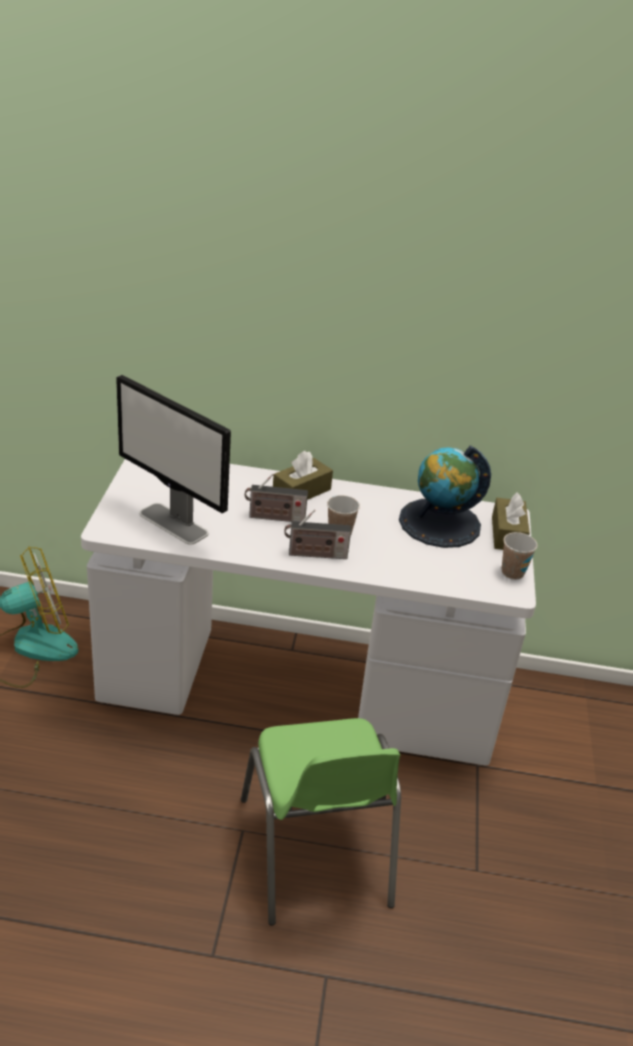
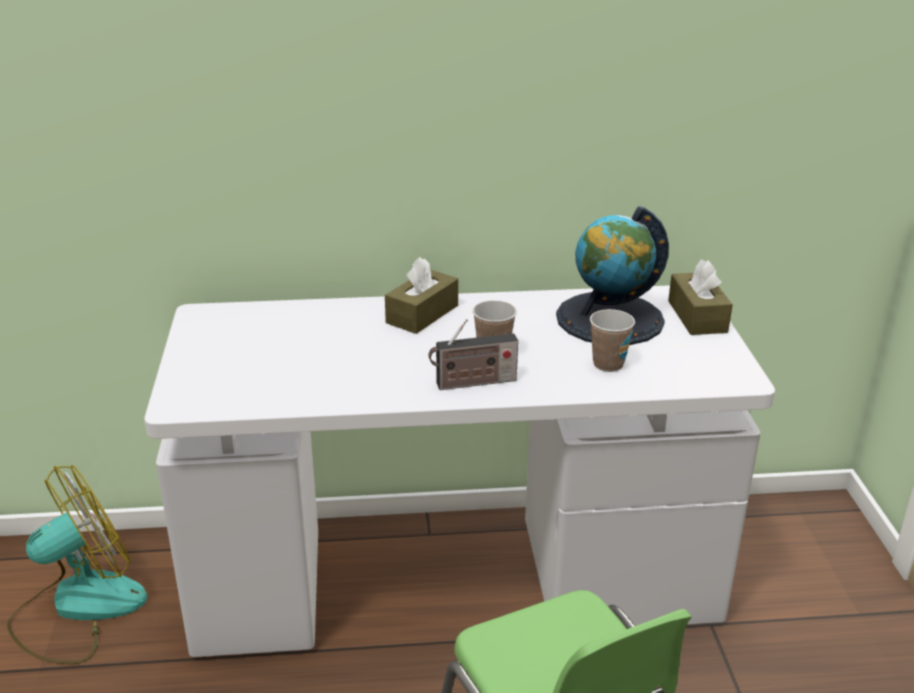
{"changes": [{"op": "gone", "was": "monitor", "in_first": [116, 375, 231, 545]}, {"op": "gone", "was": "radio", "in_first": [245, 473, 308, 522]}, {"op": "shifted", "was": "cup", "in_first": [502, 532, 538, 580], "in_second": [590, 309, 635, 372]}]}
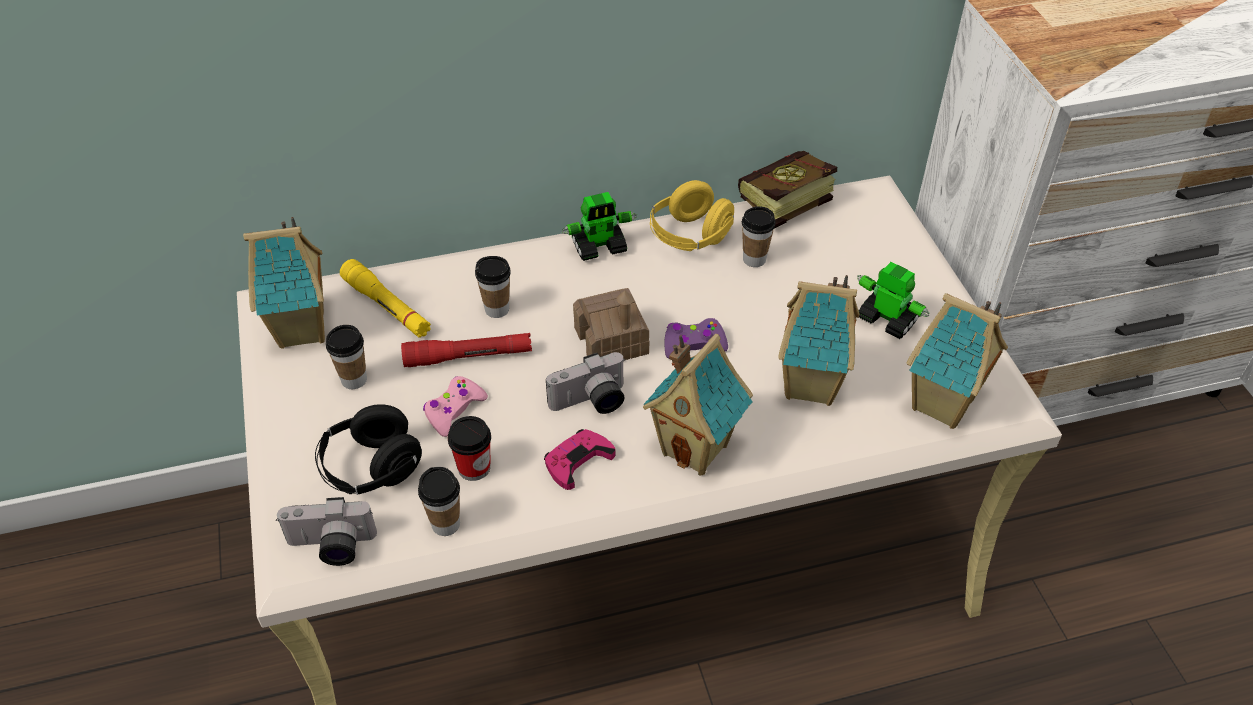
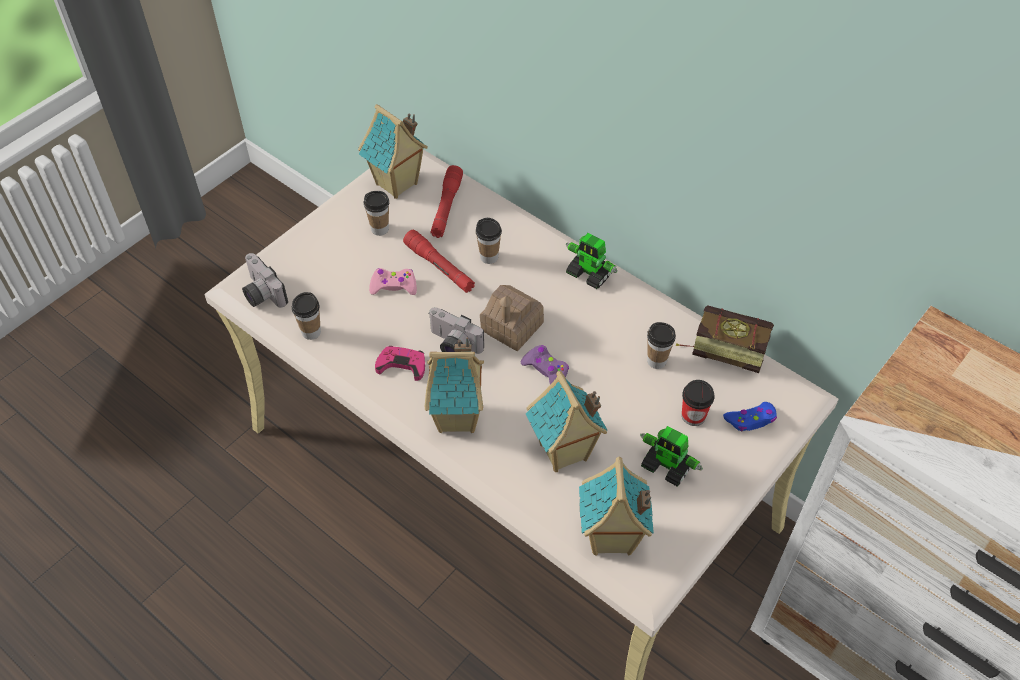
{"changes": [{"op": "gone", "was": "headphones in black", "in_first": [315, 404, 422, 495]}, {"op": "repainted", "was": "flashlight in yellow", "now": "flashlight in red", "in_first": [340, 259, 431, 338], "in_second": [431, 165, 463, 238]}, {"op": "shifted", "was": "cup", "in_first": [448, 416, 491, 481], "in_second": [682, 380, 715, 426]}, {"op": "gone", "was": "headphones in yellow", "in_first": [650, 180, 734, 251]}, {"op": "rotated", "was": "toy robot", "in_first": [857, 262, 930, 339], "in_second": [640, 426, 703, 487], "clockwise": 120}, {"op": "new", "now": "game controller in blue", "in_second": [723, 402, 777, 431]}]}
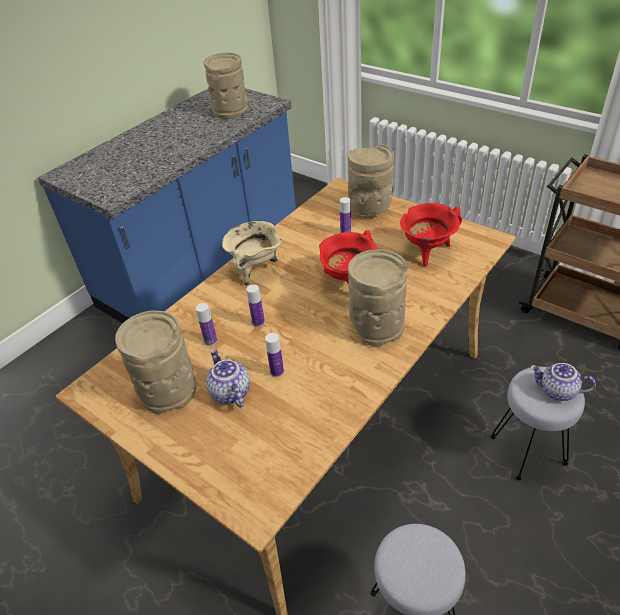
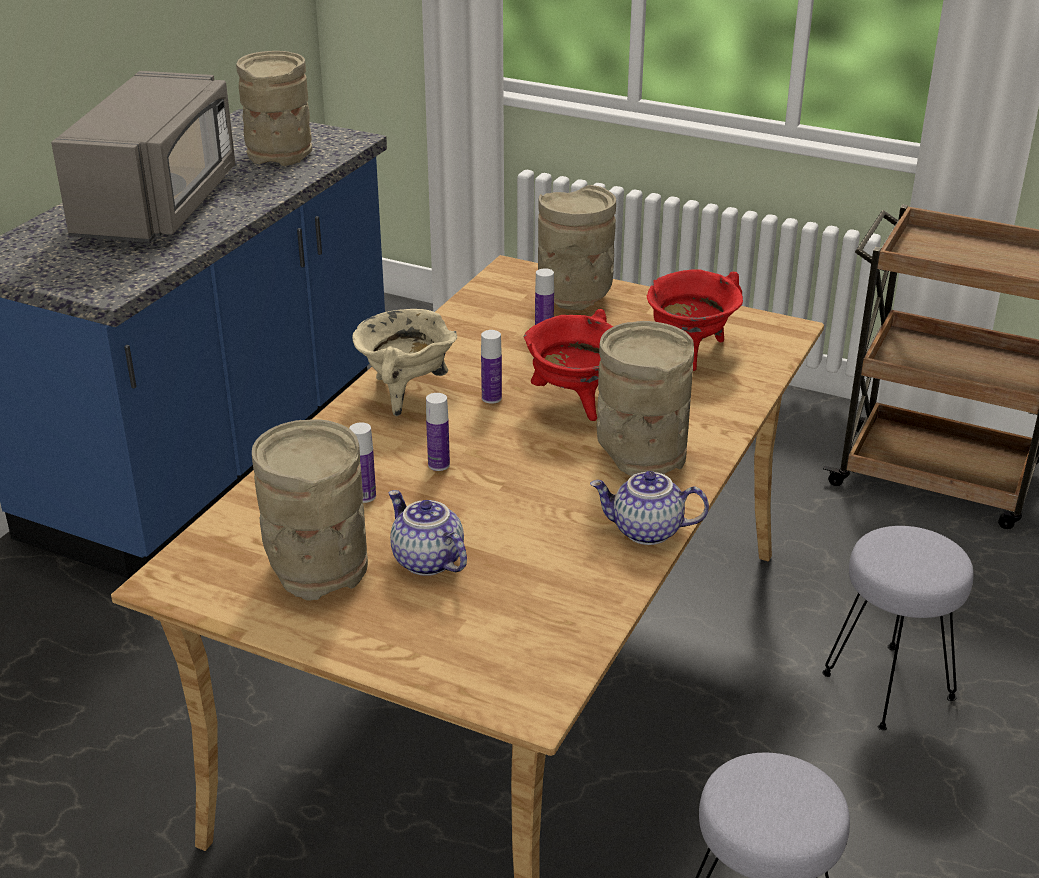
{"changes": [{"op": "shifted", "was": "bottle", "in_first": [265, 333, 284, 377], "in_second": [481, 330, 502, 404]}, {"op": "shifted", "was": "teapot", "in_first": [530, 363, 596, 401], "in_second": [590, 471, 709, 545]}, {"op": "new", "now": "microwave in grey", "in_second": [51, 71, 235, 243]}]}
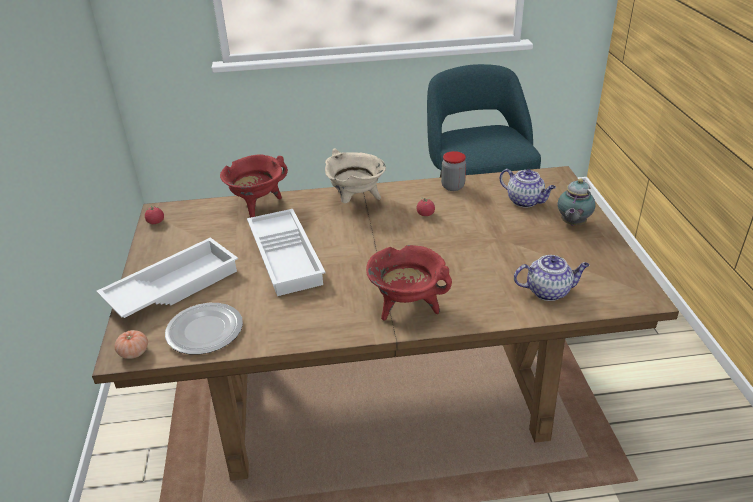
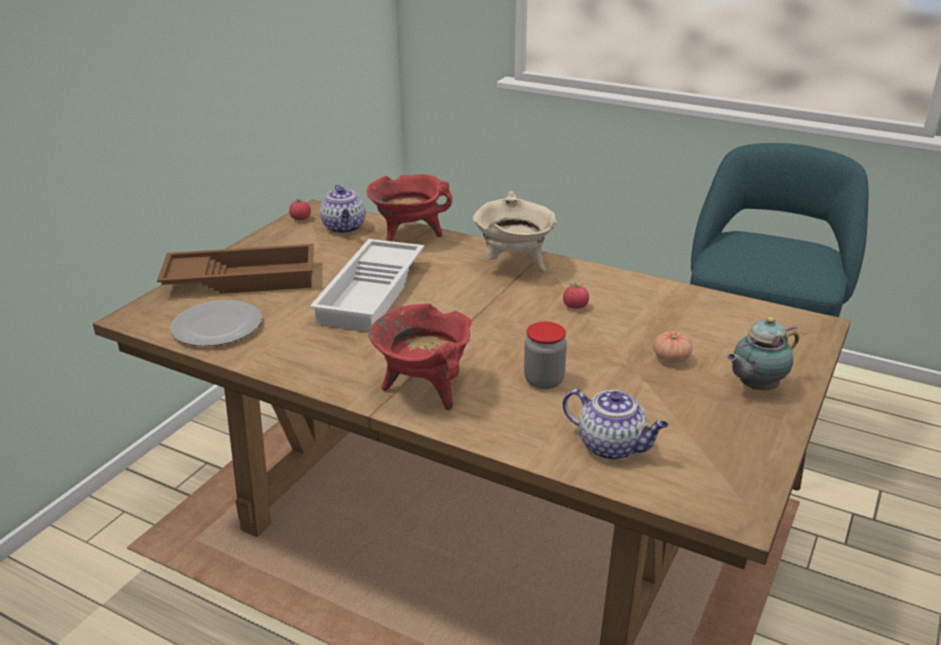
{"changes": [{"op": "repainted", "was": "tray in white", "now": "tray in brown", "in_first": [96, 237, 238, 318], "in_second": [157, 244, 314, 294]}, {"op": "shifted", "was": "tomato", "in_first": [115, 330, 148, 359], "in_second": [653, 331, 693, 363]}, {"op": "shifted", "was": "jar", "in_first": [441, 151, 466, 191], "in_second": [524, 322, 567, 389]}, {"op": "shifted", "was": "teapot", "in_first": [500, 169, 556, 208], "in_second": [320, 184, 365, 234]}]}
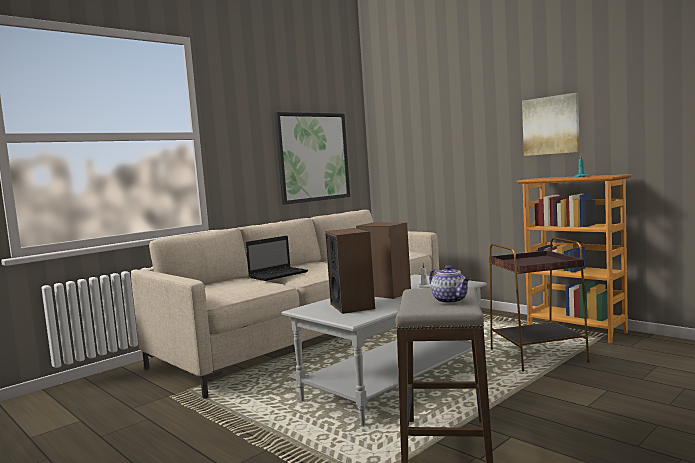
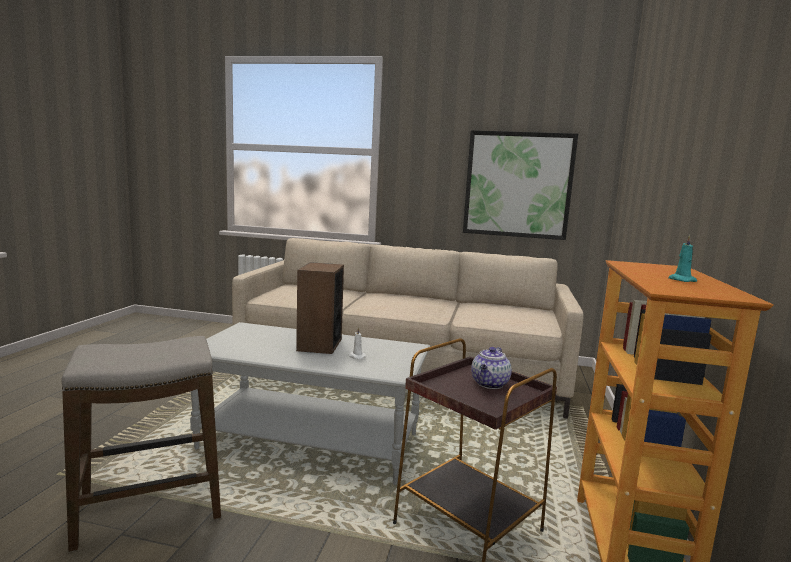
{"changes": [{"op": "gone", "was": "laptop", "in_first": [246, 236, 308, 281]}, {"op": "gone", "was": "speaker", "in_first": [325, 228, 375, 314]}, {"op": "shifted", "was": "teapot", "in_first": [429, 265, 470, 303], "in_second": [471, 347, 512, 389]}, {"op": "gone", "was": "picture", "in_first": [522, 93, 580, 156]}]}
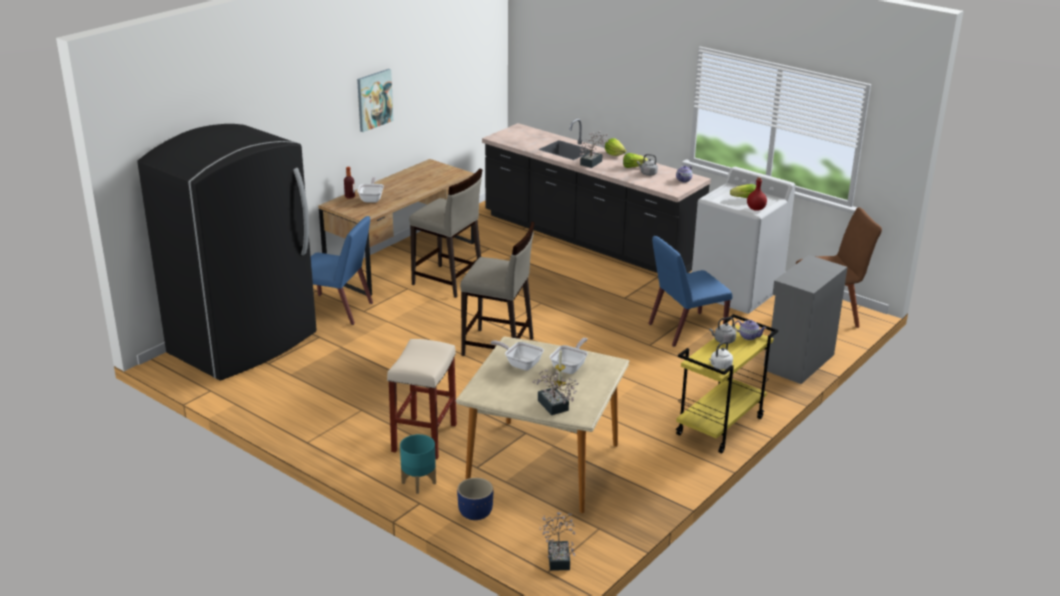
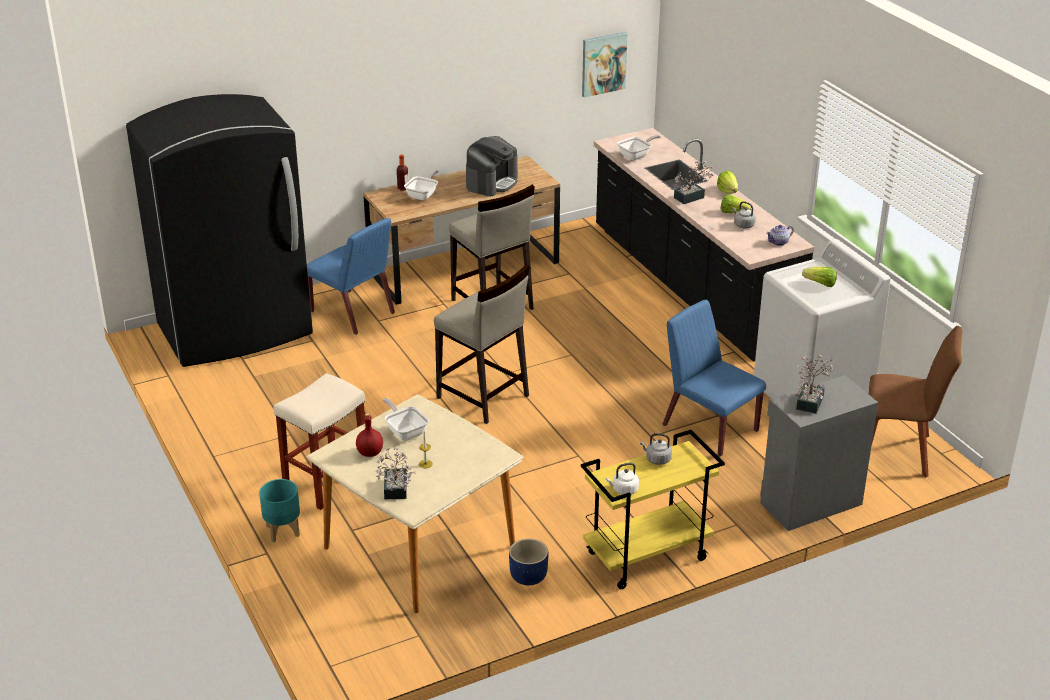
{"changes": [{"op": "shifted", "was": "picture", "in_first": [357, 69, 393, 132], "in_second": [582, 32, 628, 97]}, {"op": "shifted", "was": "planter in blue", "in_first": [457, 478, 493, 520], "in_second": [509, 539, 549, 585]}, {"op": "shifted", "was": "potted plant", "in_first": [539, 512, 576, 571], "in_second": [796, 355, 834, 414]}, {"op": "shifted", "was": "frying pan", "in_first": [549, 338, 588, 374], "in_second": [617, 135, 661, 160]}, {"op": "rotated", "was": "chair in blue", "in_first": [648, 236, 732, 347], "in_second": [662, 300, 766, 456], "clockwise": 45}, {"op": "gone", "was": "teapot", "in_first": [734, 320, 766, 340]}, {"op": "shifted", "was": "bottle in red", "in_first": [747, 177, 767, 211], "in_second": [356, 413, 383, 457]}, {"op": "new", "now": "coffee machine", "in_second": [466, 136, 518, 197]}]}
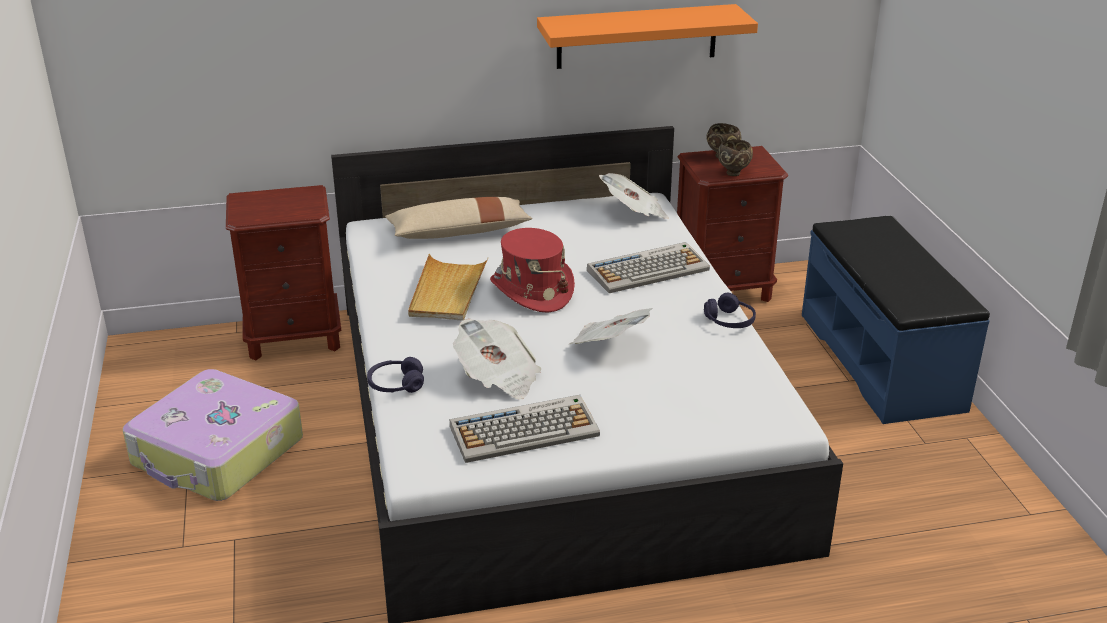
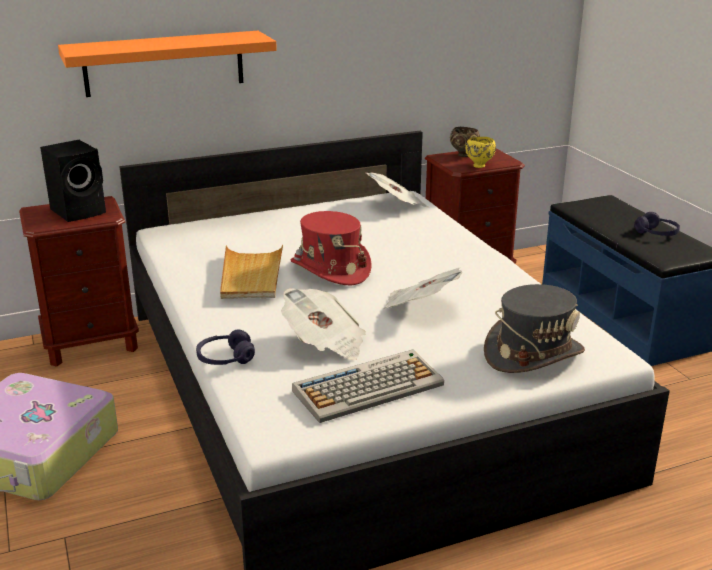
{"changes": [{"op": "gone", "was": "pillow in beige", "in_first": [385, 197, 533, 239]}, {"op": "shifted", "was": "shelf in orange", "in_first": [537, 4, 758, 69], "in_second": [58, 31, 277, 97]}, {"op": "gone", "was": "keyboard", "in_first": [587, 242, 710, 293]}, {"op": "shifted", "was": "headphones in purple", "in_first": [704, 293, 756, 328], "in_second": [634, 212, 680, 236]}, {"op": "repainted", "was": "bowl in brown", "now": "bowl in yellow", "in_first": [717, 140, 753, 176], "in_second": [465, 137, 496, 168]}, {"op": "new", "now": "speaker in black", "in_second": [40, 140, 106, 222]}, {"op": "new", "now": "hat in grey", "in_second": [484, 284, 585, 373]}]}
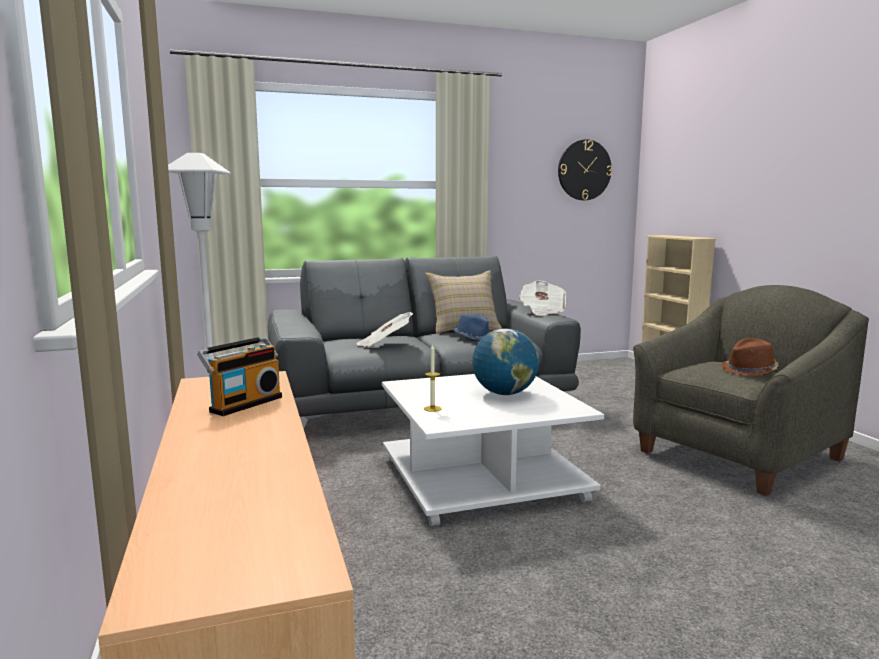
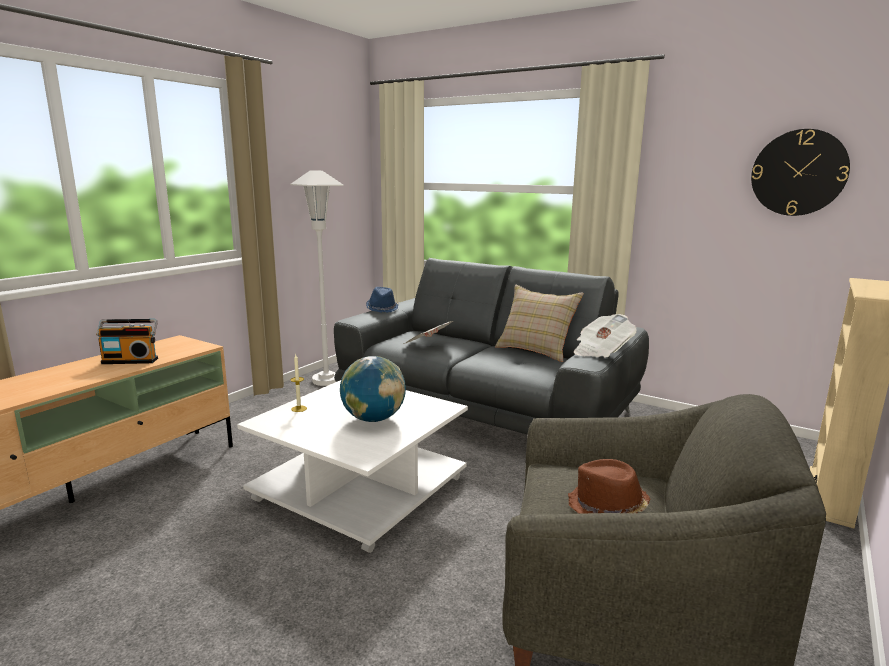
{"changes": [{"op": "shifted", "was": "hat in blue", "in_first": [453, 314, 489, 340], "in_second": [366, 287, 398, 313]}]}
